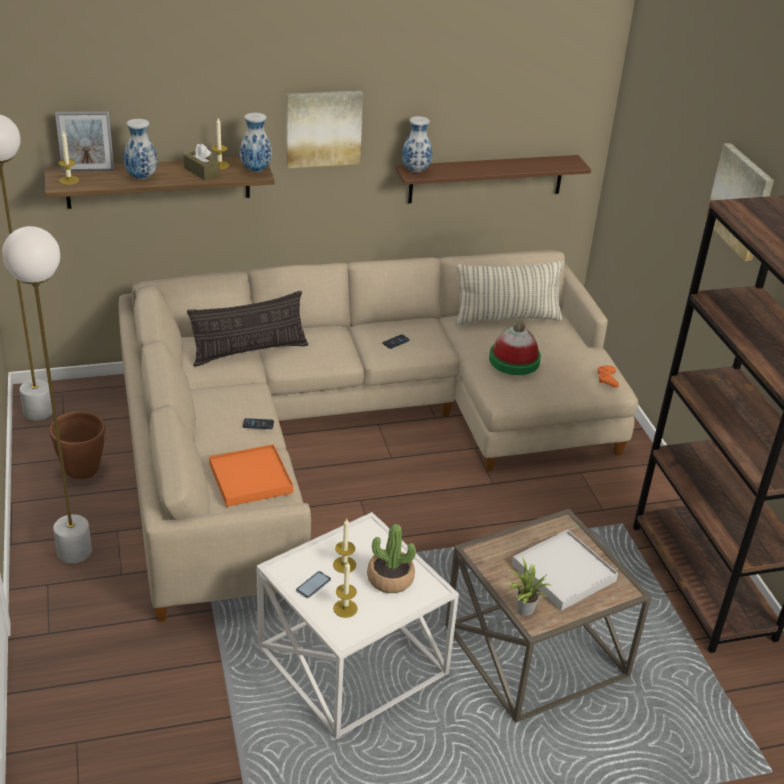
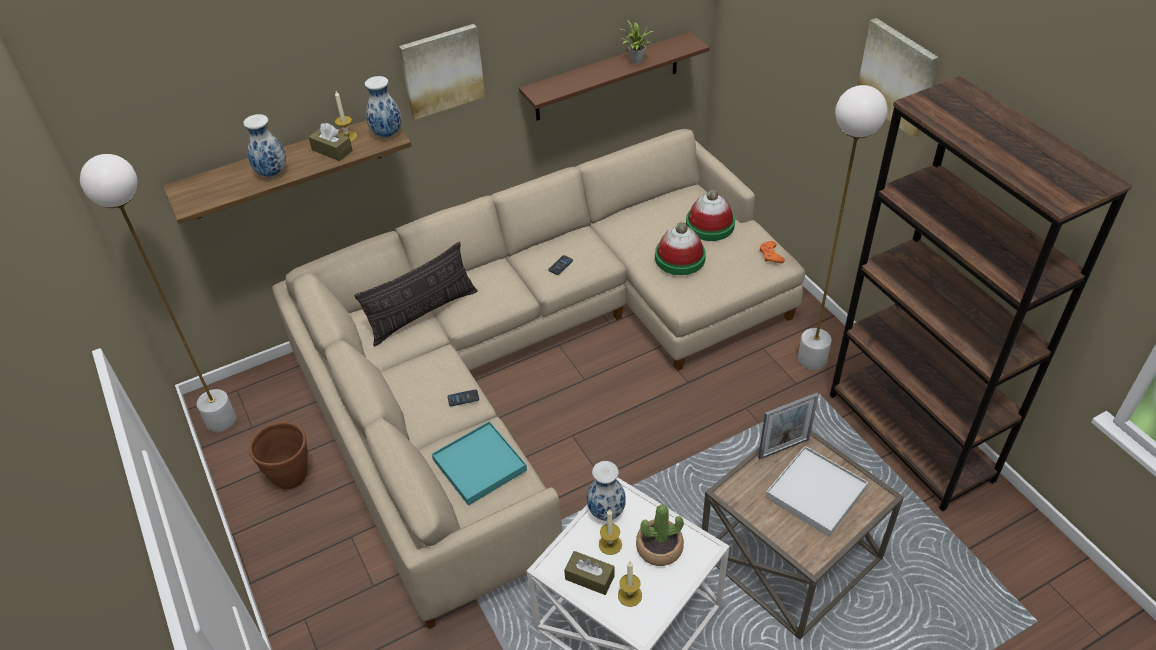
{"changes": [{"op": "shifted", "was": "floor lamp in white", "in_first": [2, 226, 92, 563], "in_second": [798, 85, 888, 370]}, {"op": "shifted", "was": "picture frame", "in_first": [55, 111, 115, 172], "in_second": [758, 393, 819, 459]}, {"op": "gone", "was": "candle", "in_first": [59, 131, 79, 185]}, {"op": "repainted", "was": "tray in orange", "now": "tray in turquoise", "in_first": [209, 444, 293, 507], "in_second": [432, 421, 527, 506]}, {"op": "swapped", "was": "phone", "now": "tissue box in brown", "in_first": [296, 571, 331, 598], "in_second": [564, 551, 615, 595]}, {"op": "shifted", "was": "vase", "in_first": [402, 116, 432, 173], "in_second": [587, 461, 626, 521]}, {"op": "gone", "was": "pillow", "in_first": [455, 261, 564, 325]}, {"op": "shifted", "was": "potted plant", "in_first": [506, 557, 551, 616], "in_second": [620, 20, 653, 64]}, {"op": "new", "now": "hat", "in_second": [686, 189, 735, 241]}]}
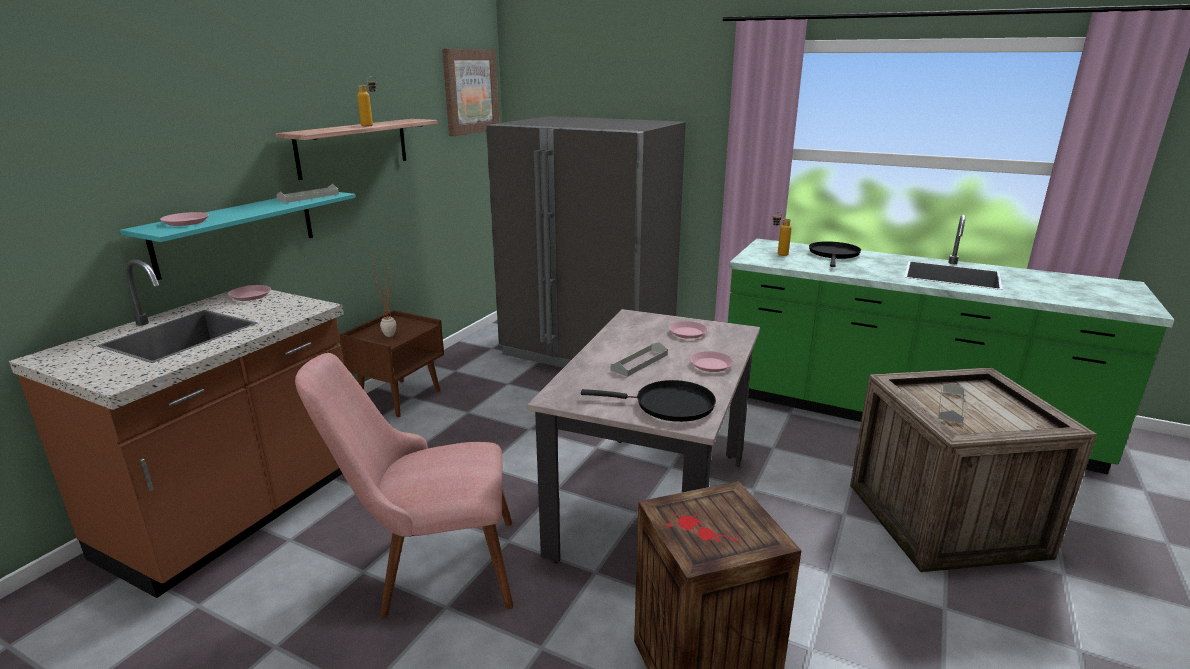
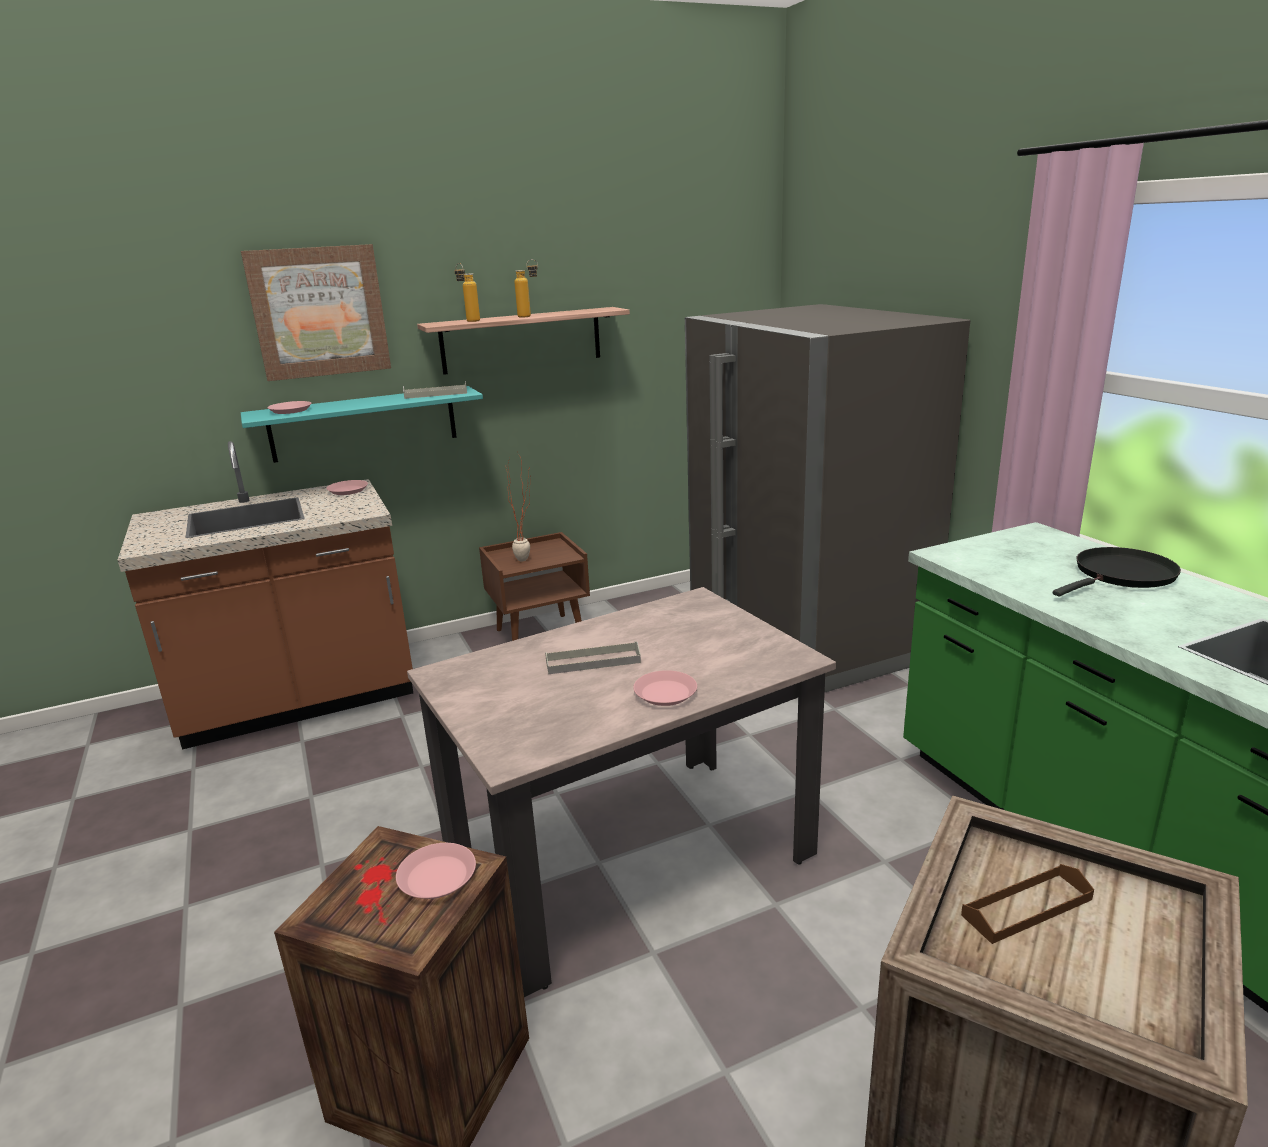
{"changes": [{"op": "gone", "was": "chair in pink", "in_first": [295, 353, 513, 618]}, {"op": "shifted", "was": "picture", "in_first": [442, 49, 499, 136], "in_second": [241, 244, 391, 381]}, {"op": "gone", "was": "frying pan in black", "in_first": [581, 380, 716, 422]}, {"op": "shifted", "was": "plate in pink", "in_first": [669, 321, 708, 339], "in_second": [396, 843, 476, 899]}, {"op": "shifted", "was": "bottle", "in_first": [772, 212, 791, 256], "in_second": [454, 263, 480, 322]}, {"op": "repainted", "was": "tray in grey", "now": "tray in brown", "in_first": [938, 383, 965, 424], "in_second": [961, 864, 1094, 944]}]}
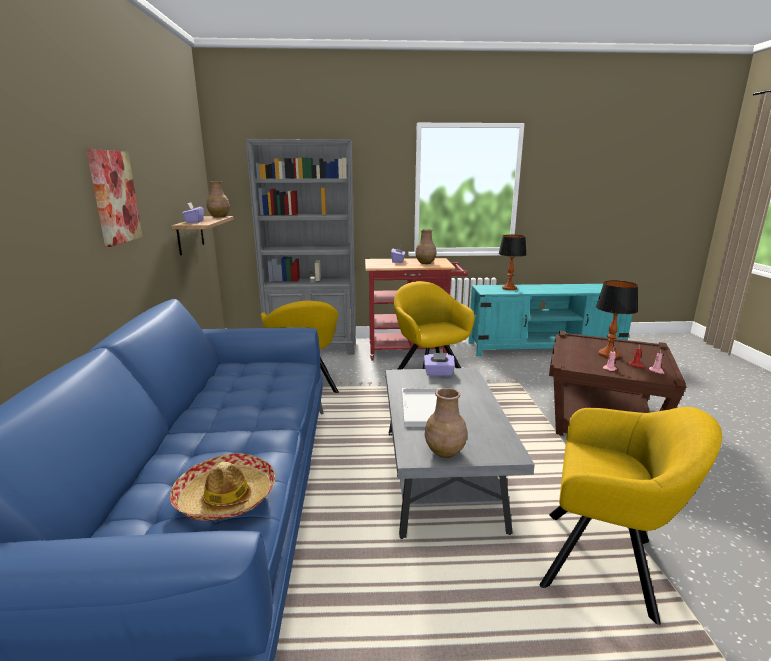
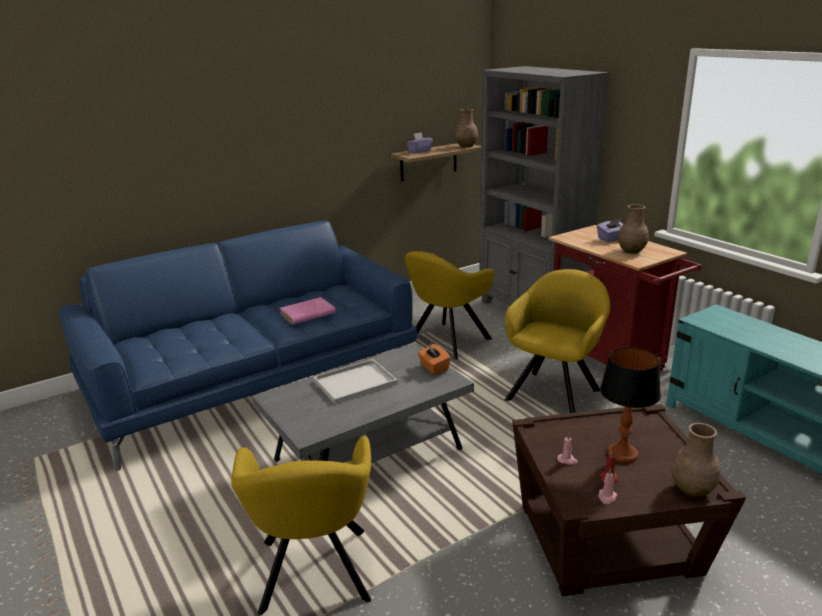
{"changes": [{"op": "gone", "was": "picture", "in_first": [86, 149, 142, 247]}, {"op": "gone", "was": "hat", "in_first": [170, 453, 275, 521]}, {"op": "repainted", "was": "tissue box in purple", "now": "tissue box in orange", "in_first": [424, 353, 455, 376], "in_second": [418, 344, 451, 375]}, {"op": "shifted", "was": "vase in brown", "in_first": [425, 388, 467, 458], "in_second": [671, 423, 721, 497]}, {"op": "gone", "was": "table lamp", "in_first": [498, 235, 527, 290]}, {"op": "new", "now": "book in pink", "in_second": [280, 297, 336, 325]}]}
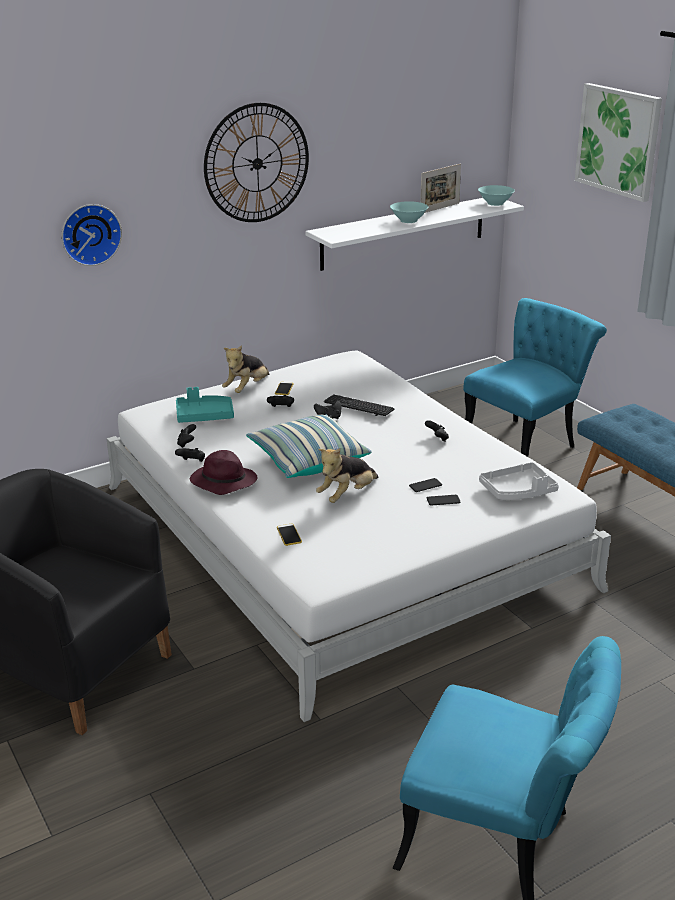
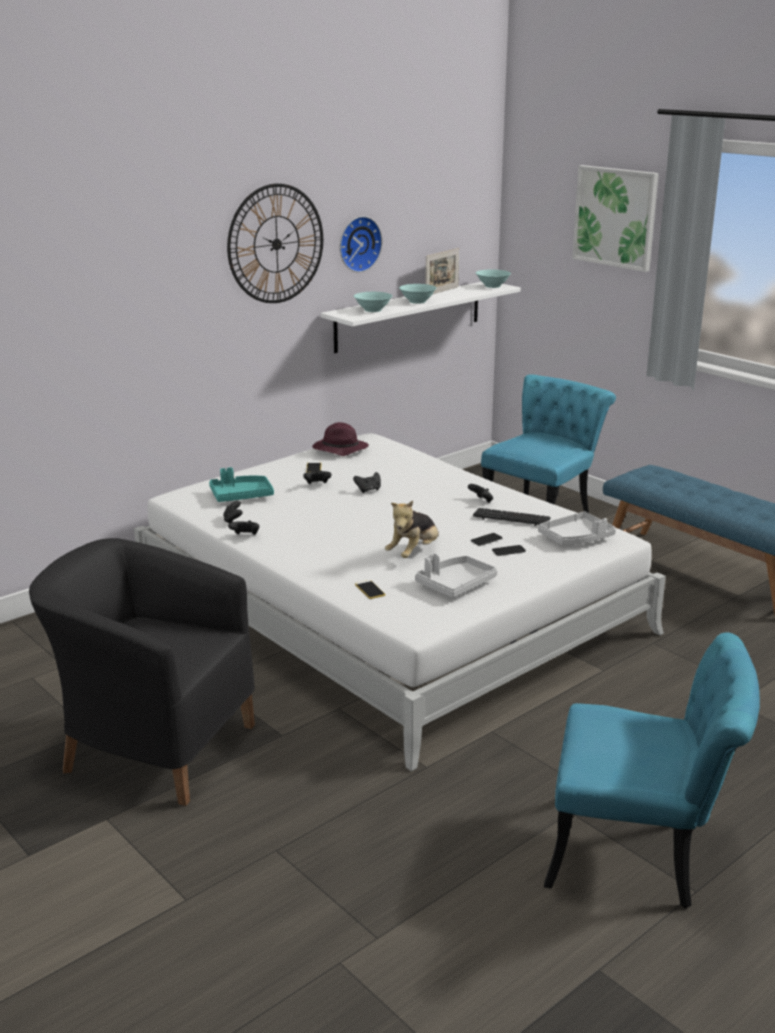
{"changes": [{"op": "shifted", "was": "wall clock", "in_first": [61, 204, 122, 266], "in_second": [340, 216, 382, 273]}, {"op": "shifted", "was": "hat in purple", "in_first": [190, 450, 258, 495], "in_second": [312, 422, 369, 456]}, {"op": "gone", "was": "plush toy", "in_first": [222, 345, 269, 393]}, {"op": "gone", "was": "pillow", "in_first": [246, 414, 372, 478]}, {"op": "shifted", "was": "keyboard", "in_first": [324, 394, 395, 416], "in_second": [473, 508, 551, 526]}, {"op": "new", "now": "bowl in turquoise", "in_second": [354, 292, 392, 312]}, {"op": "new", "now": "tray in grey", "in_second": [415, 553, 498, 598]}]}
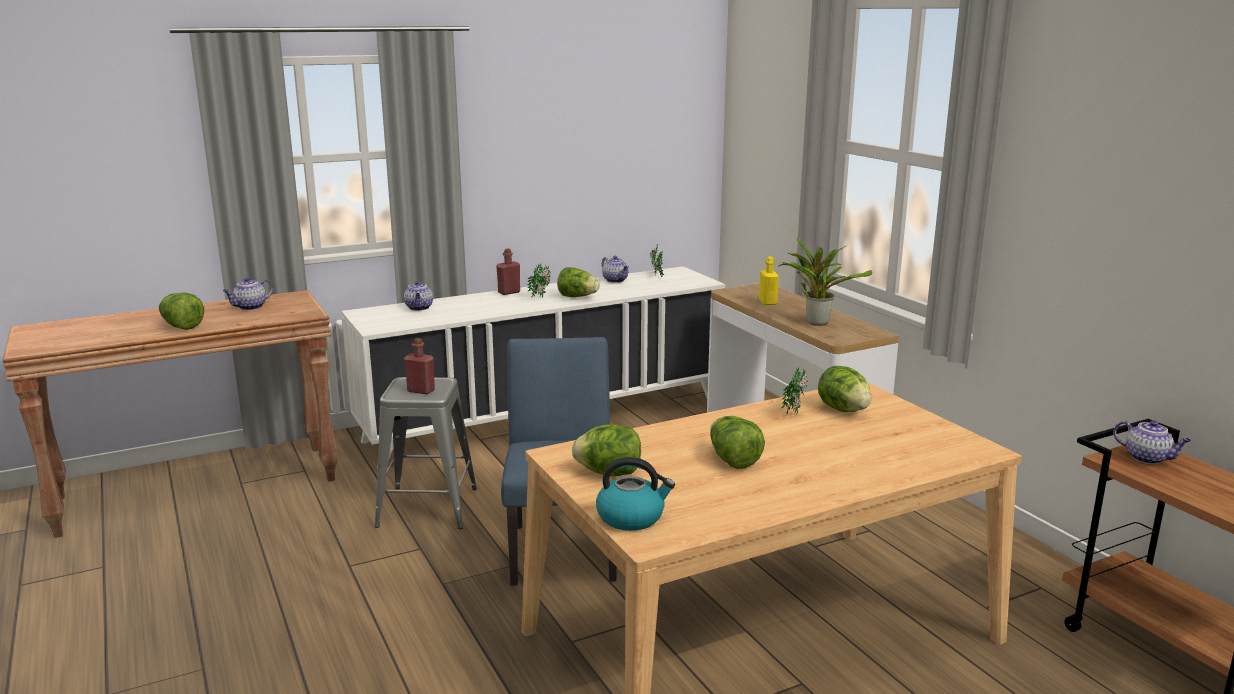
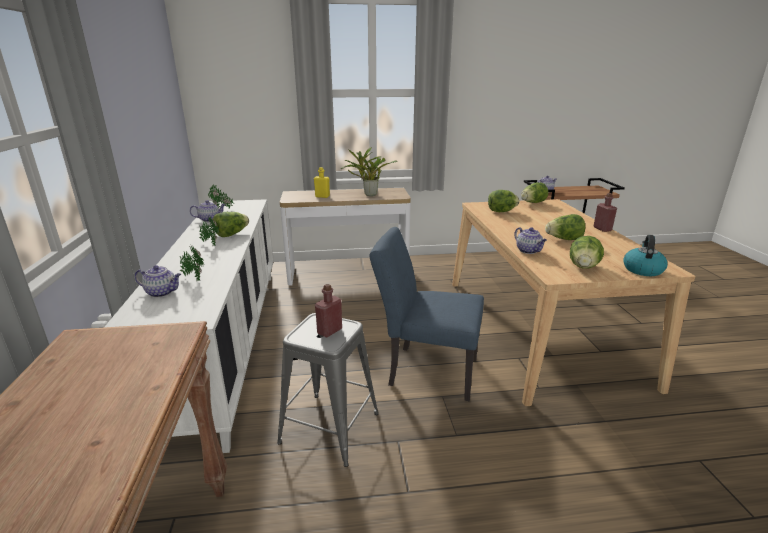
{"changes": [{"op": "shifted", "was": "lettuce", "in_first": [159, 292, 204, 330], "in_second": [521, 182, 548, 203]}, {"op": "shifted", "was": "teapot", "in_first": [223, 277, 273, 310], "in_second": [514, 227, 547, 254]}, {"op": "shifted", "was": "bottle in red", "in_first": [496, 248, 520, 295], "in_second": [594, 193, 617, 232]}, {"op": "shifted", "was": "potted plant", "in_first": [782, 367, 808, 415], "in_second": [179, 244, 204, 281]}]}
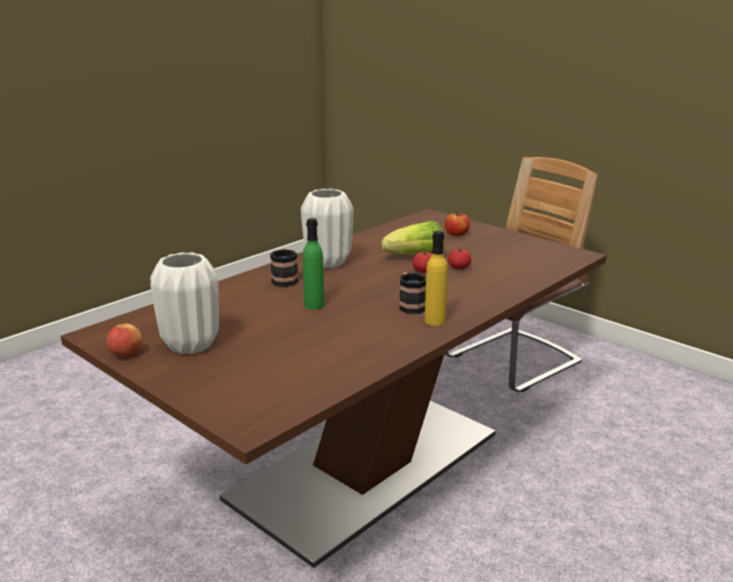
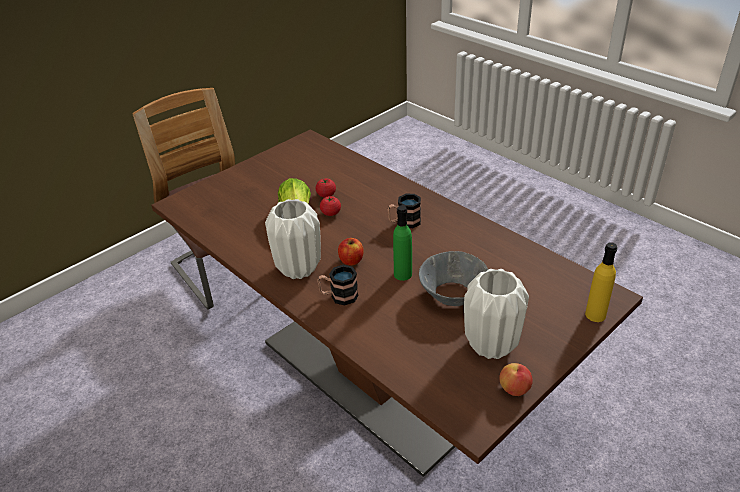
{"changes": [{"op": "shifted", "was": "bottle in yellow", "in_first": [425, 231, 448, 326], "in_second": [585, 242, 617, 322]}, {"op": "shifted", "was": "apple", "in_first": [445, 212, 470, 236], "in_second": [338, 238, 364, 265]}, {"op": "new", "now": "bowl in grey", "in_second": [419, 251, 489, 306]}]}
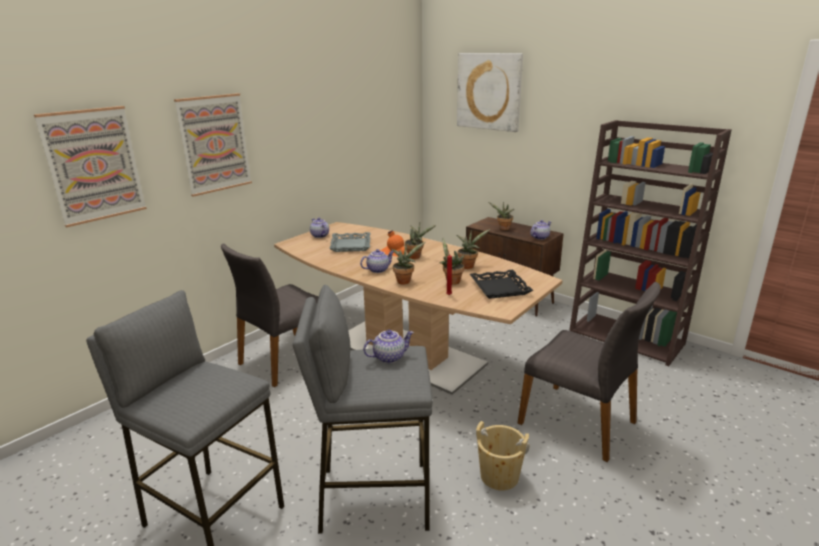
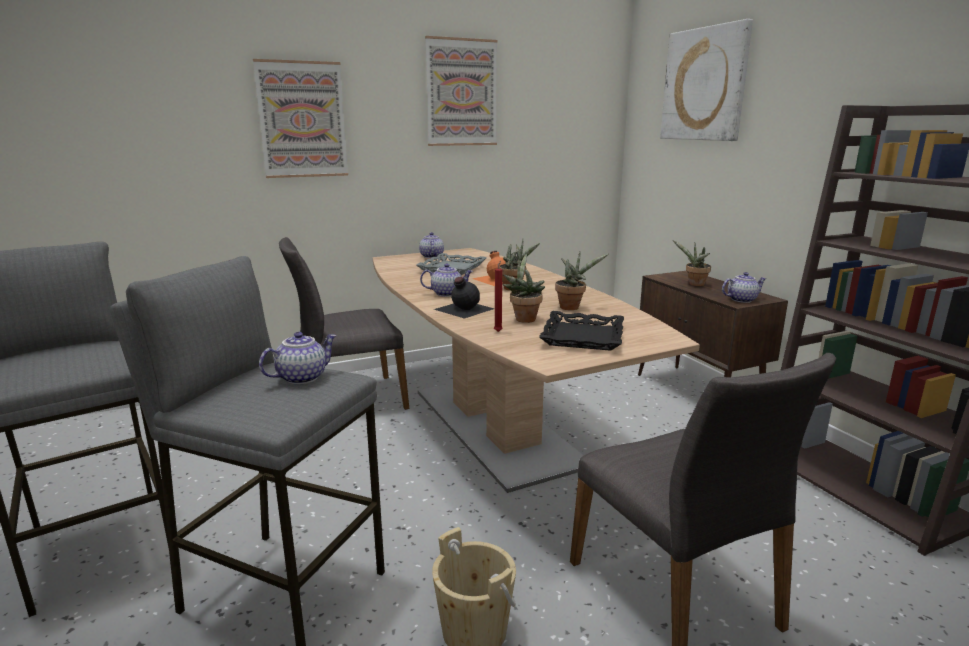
{"changes": [{"op": "shifted", "was": "picture", "in_first": [34, 106, 147, 227], "in_second": [425, 36, 498, 146]}, {"op": "rotated", "was": "teapot", "in_first": [363, 330, 414, 363], "in_second": [259, 332, 337, 384], "clockwise": -45}, {"op": "swapped", "was": "potted plant", "now": "bottle in black", "in_first": [391, 242, 426, 285], "in_second": [434, 277, 494, 319]}]}
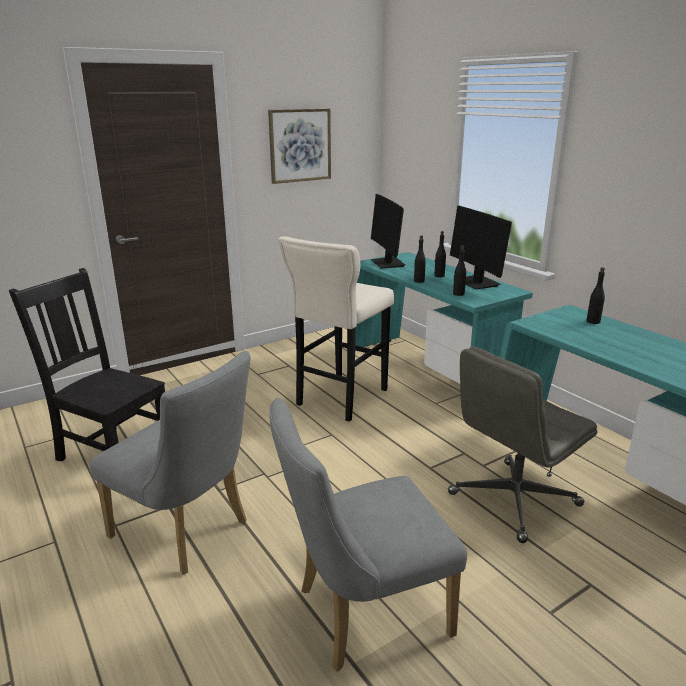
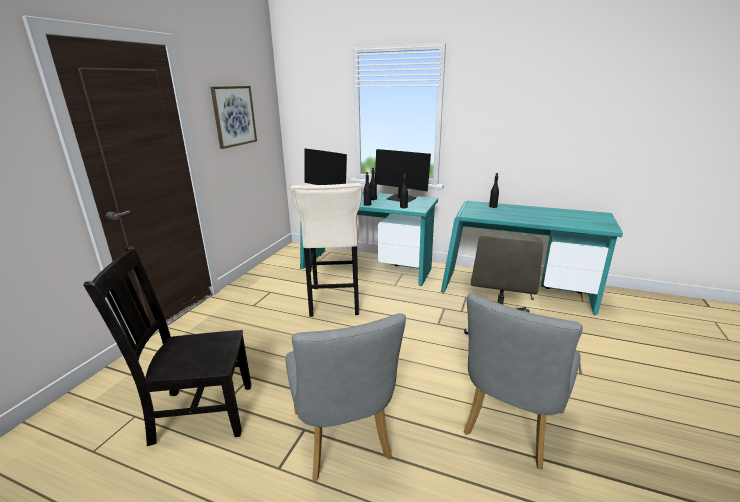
{"changes": [{"op": "rotated", "was": "chair in grey", "in_first": [90, 351, 250, 575], "in_second": [285, 313, 406, 481], "clockwise": 75}]}
